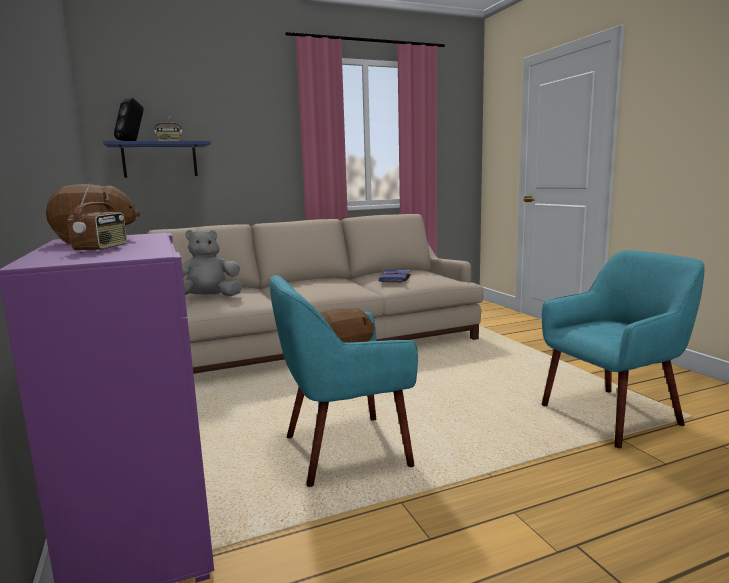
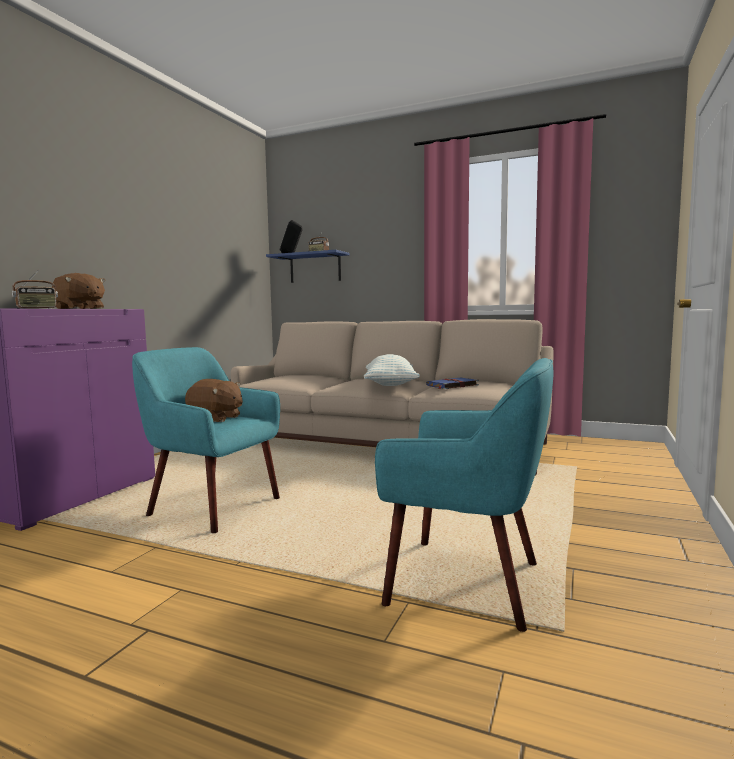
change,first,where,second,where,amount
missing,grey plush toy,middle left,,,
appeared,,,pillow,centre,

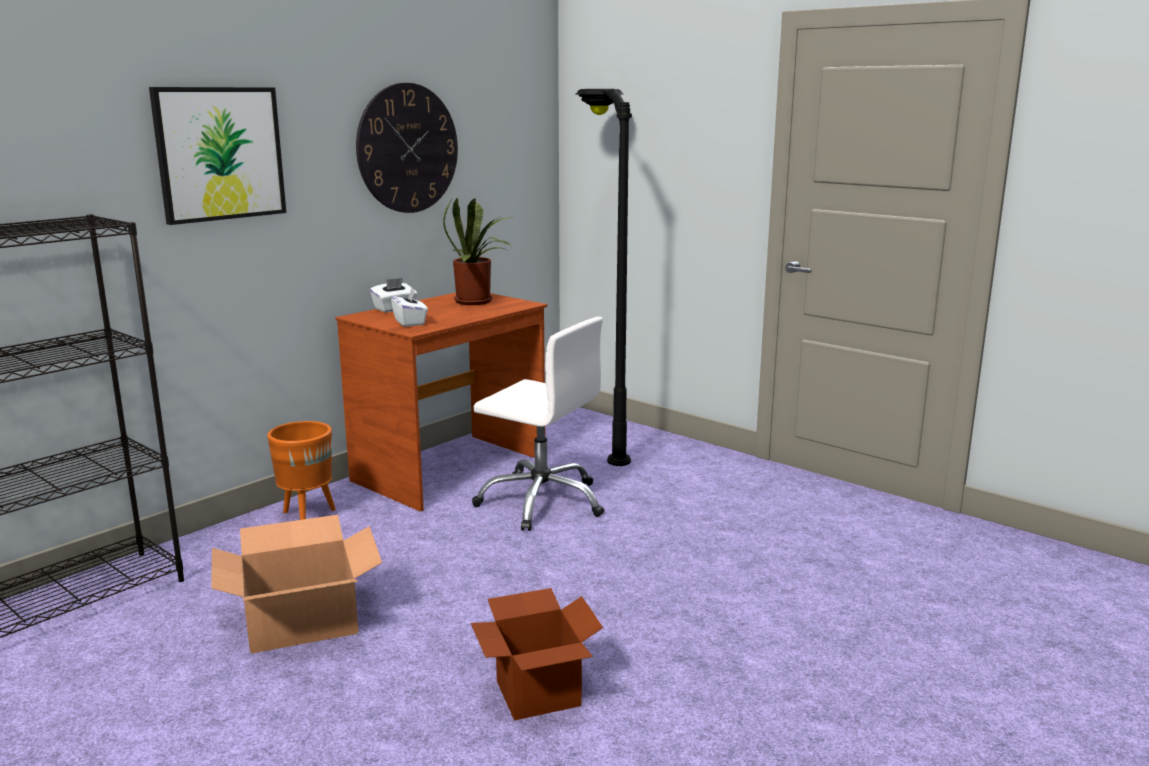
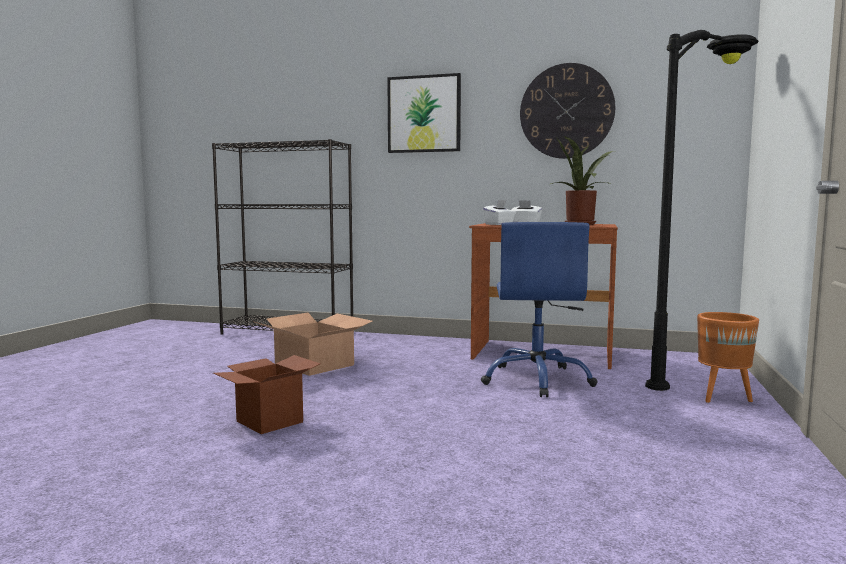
change,first,where,second,where,amount
relocated,orange planter,middle left,,middle right,
colour,white office chair,centre,blue office chair,centre,

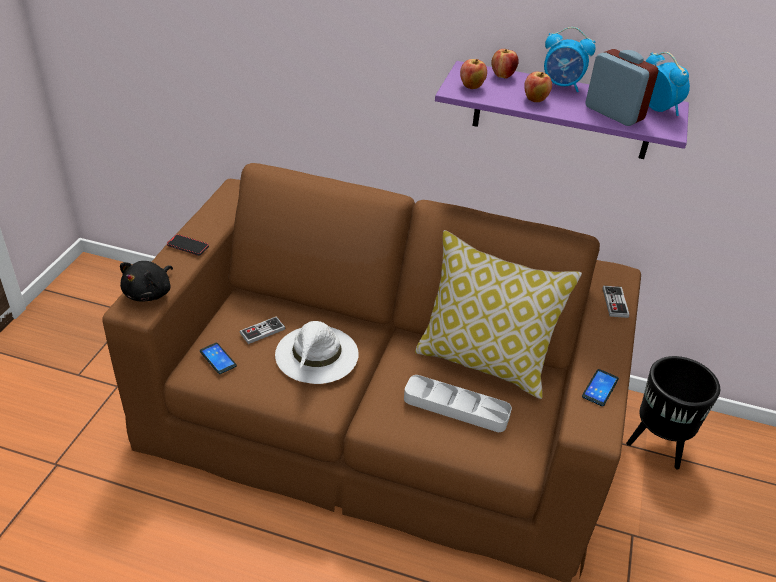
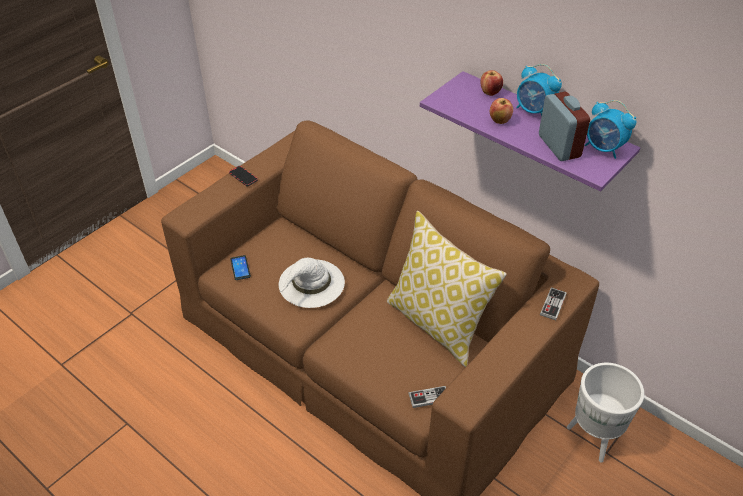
change,first,where,second,where,amount
missing,black plush toy,middle left,,,
missing,grey tray,bottom centre,,,
missing,apple (no. 1 from left),top centre,,,
missing,phone (no. 3 from left),middle right,,,
relocated,game controller (no. 1 from left),centre,,bottom centre,
colour,black planter,bottom right,white planter,bottom right,
spun,alarm clock (no. 3 from left),top right,,top right,135 degrees clockwise

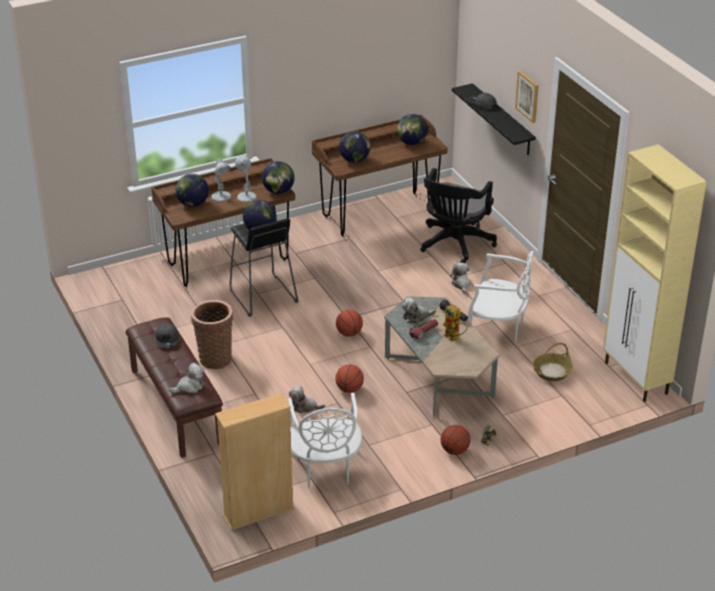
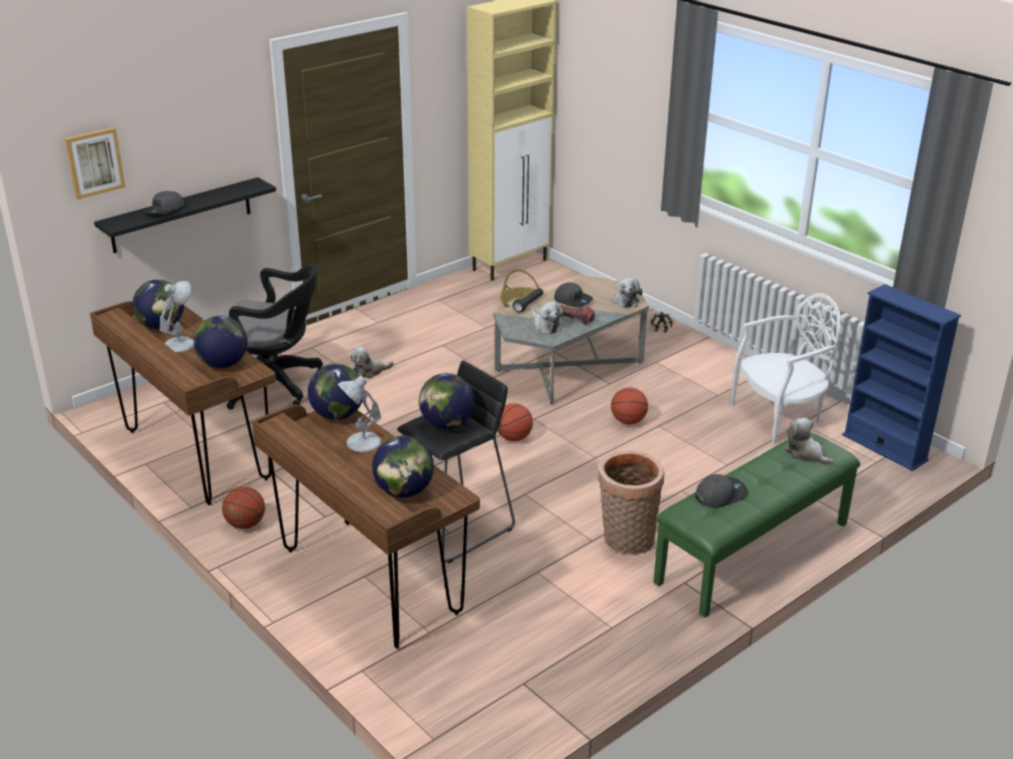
change,first,where,second,where,amount
missing,white chair (no. 2 from left),middle right,,,
relocated,white table lamp (no. 1 from left),top left,,middle left,
relocated,plush toy (no. 2 from left in the first image),bottom centre,plush toy (no. 3 from left),centre,
relocated,basketball (no. 3 from left in the first image),bottom centre,basketball (no. 1 from left),bottom left,
relocated,picture,top right,,top left,
exchanged,toy robot (no. 1 from left),centre,grey cap (no. 2 from left),centre,
colour,brown bench,middle left,green bench,bottom right,
colour,beige bookcase,bottom centre,blue bookcase,middle right,

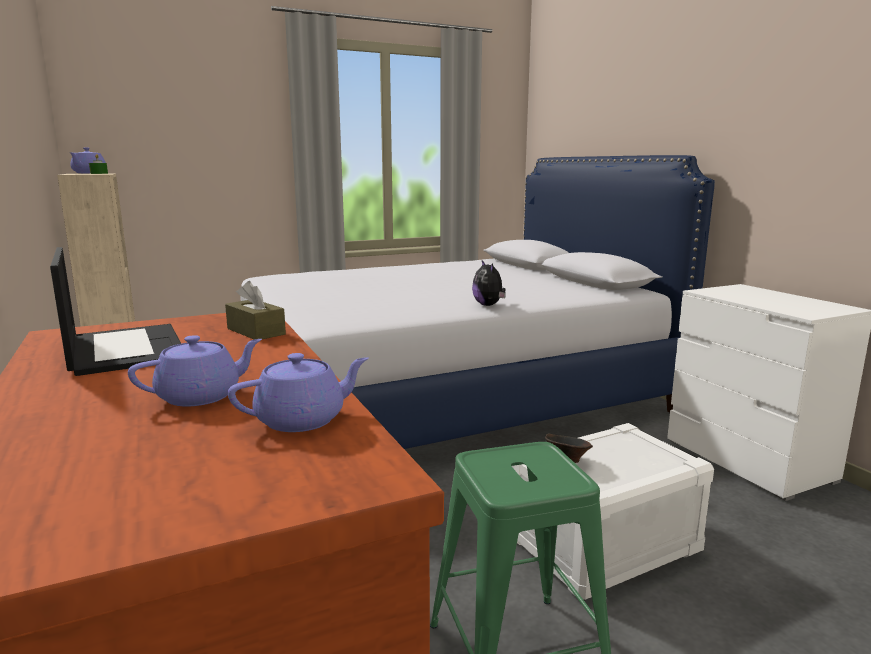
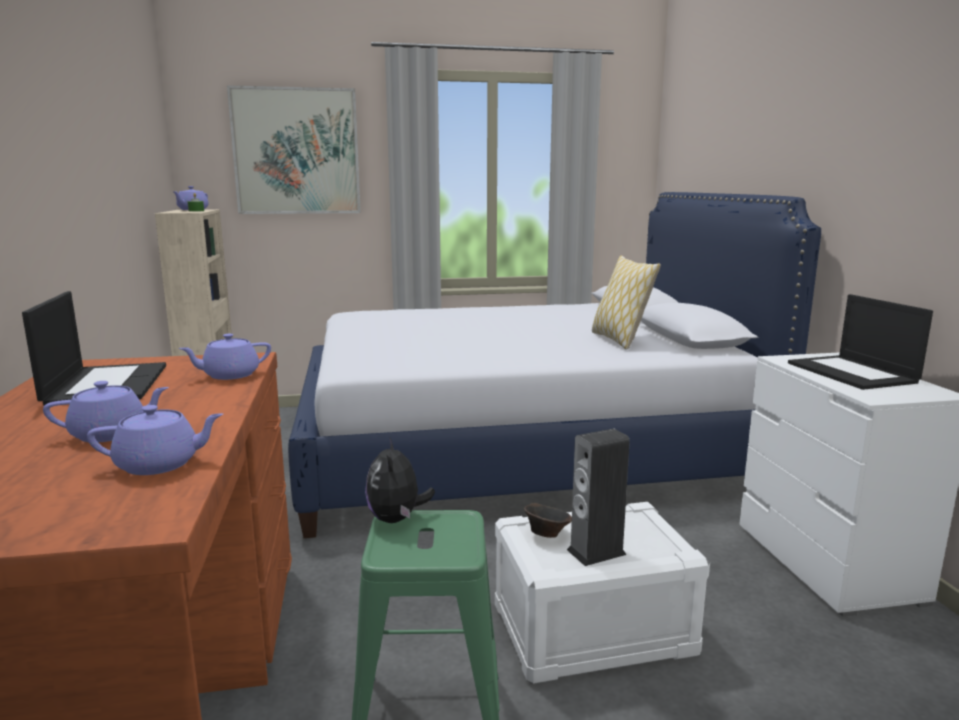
change,first,where,second,where,amount
appeared,,,picture,top left,
appeared,,,speaker,bottom centre,
appeared,,,pillow,centre,
appeared,,,laptop (no. 2 from left),middle right,
relocated,plush toy,centre,,bottom centre,
exchanged,brown tissue box,middle left,purple teapot (no. 4 from left),middle left,

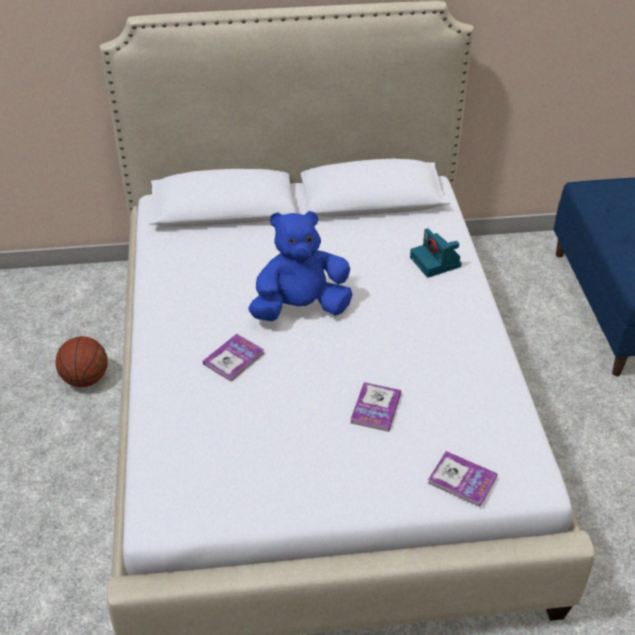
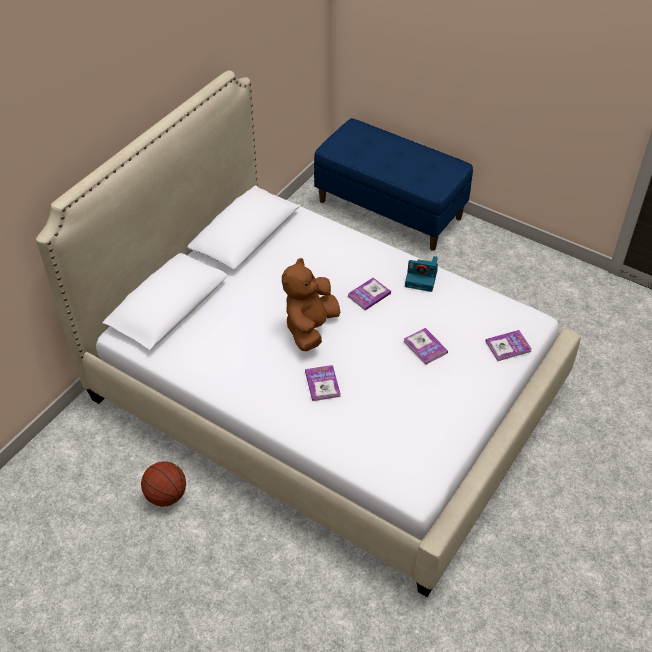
change,first,where,second,where,amount
appeared,,,book (no. 2 from left),centre,
relocated,photo camera,middle right,,centre,
colour,blue plush toy,centre,brown plush toy,centre,

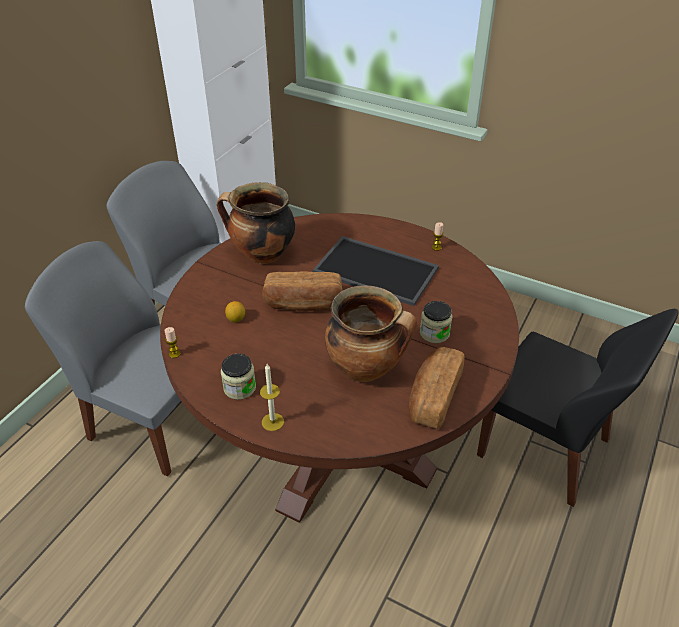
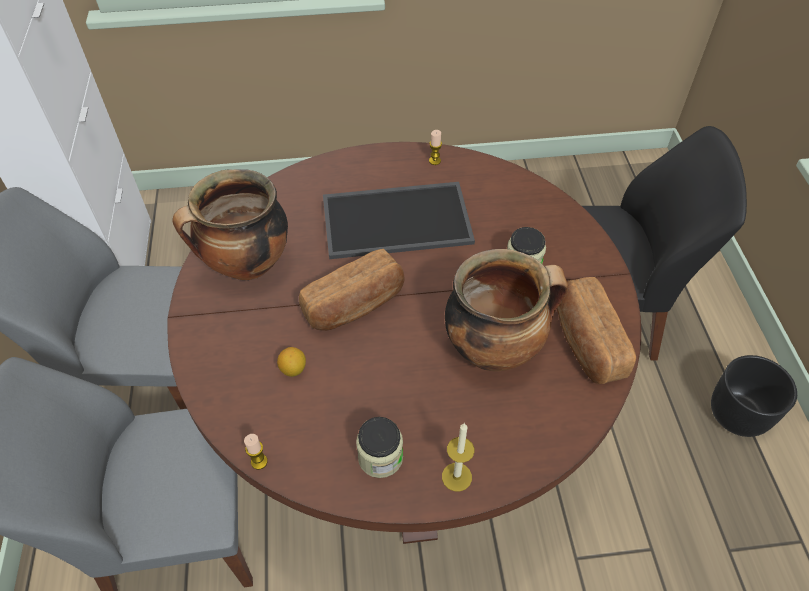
change,first,where,second,where,amount
appeared,,,black planter,bottom right,

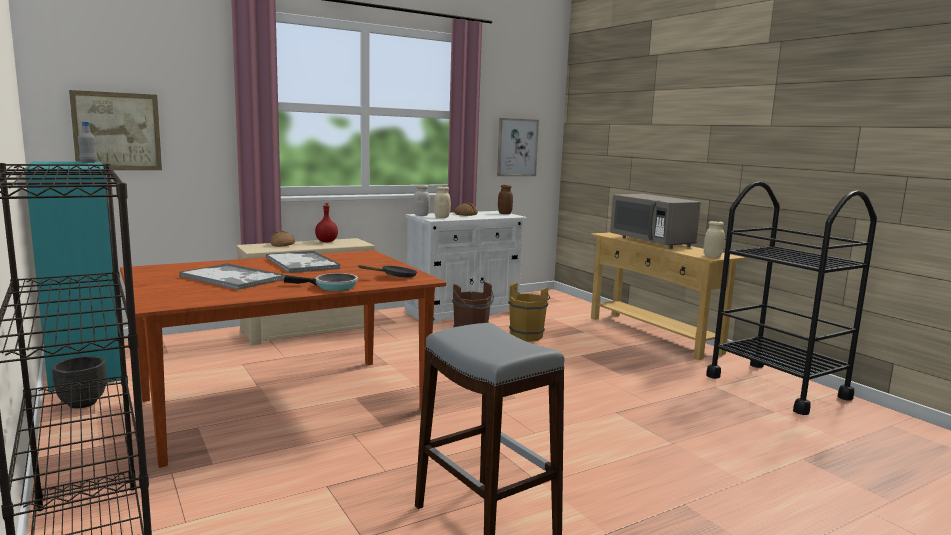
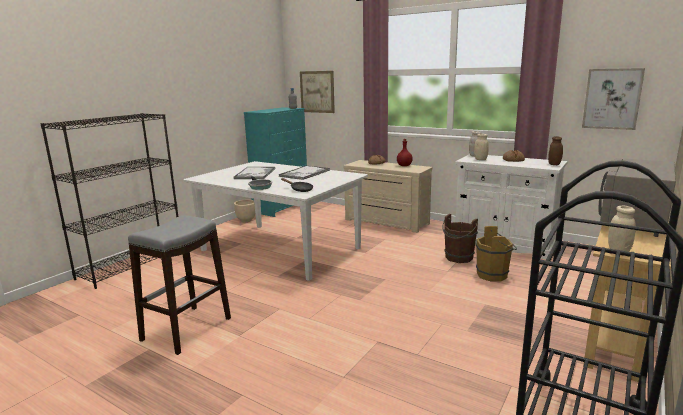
change,first,where,second,where,amount
colour,black planter,bottom left,beige planter,centre,
colour,brown dining table,bottom left,white dining table,centre,

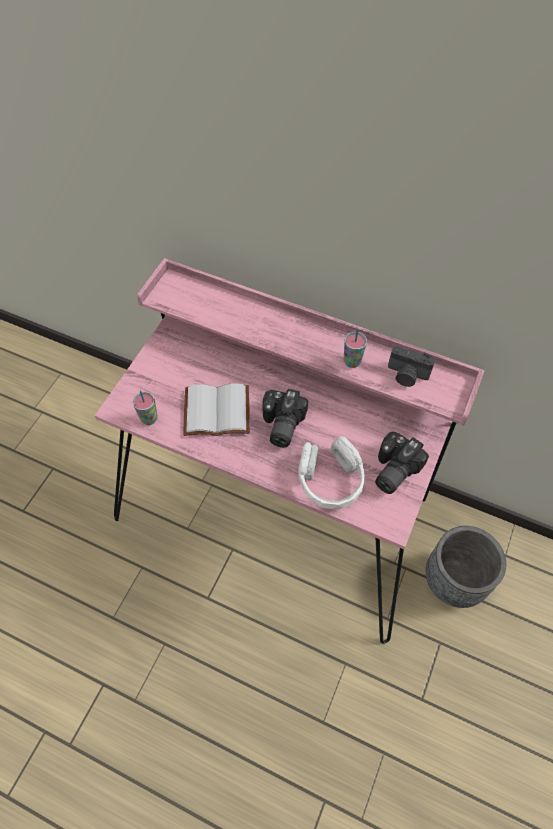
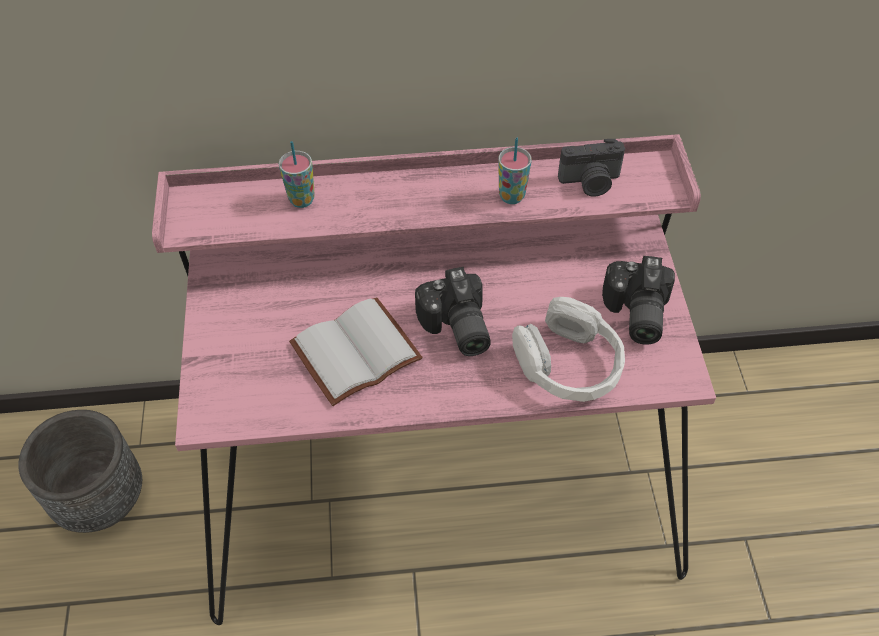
change,first,where,second,where,amount
relocated,cup (no. 1 from left),middle left,,top centre,
relocated,grey planter,bottom right,,bottom left,

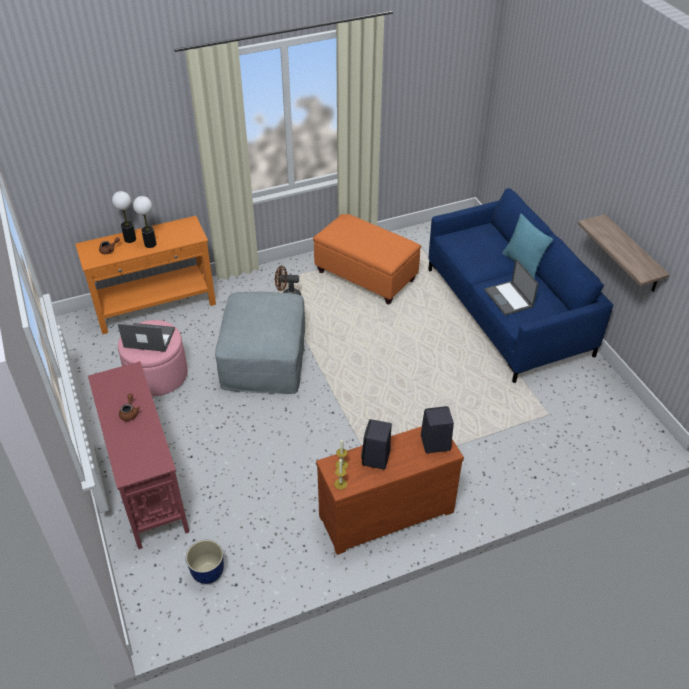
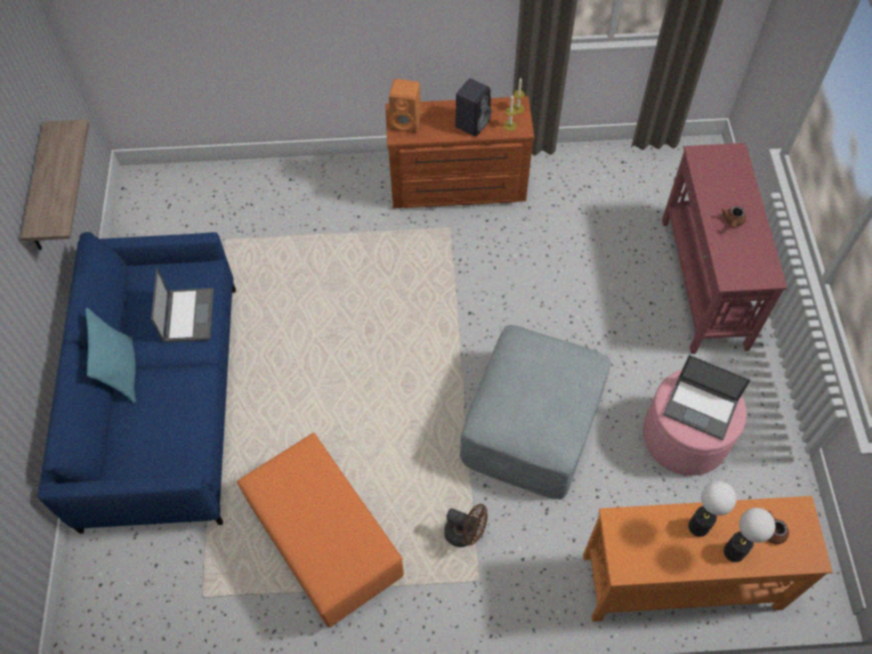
change,first,where,second,where,amount
missing,planter,bottom left,,,
colour,black speaker (no. 2 from left),centre,orange speaker,top centre,

